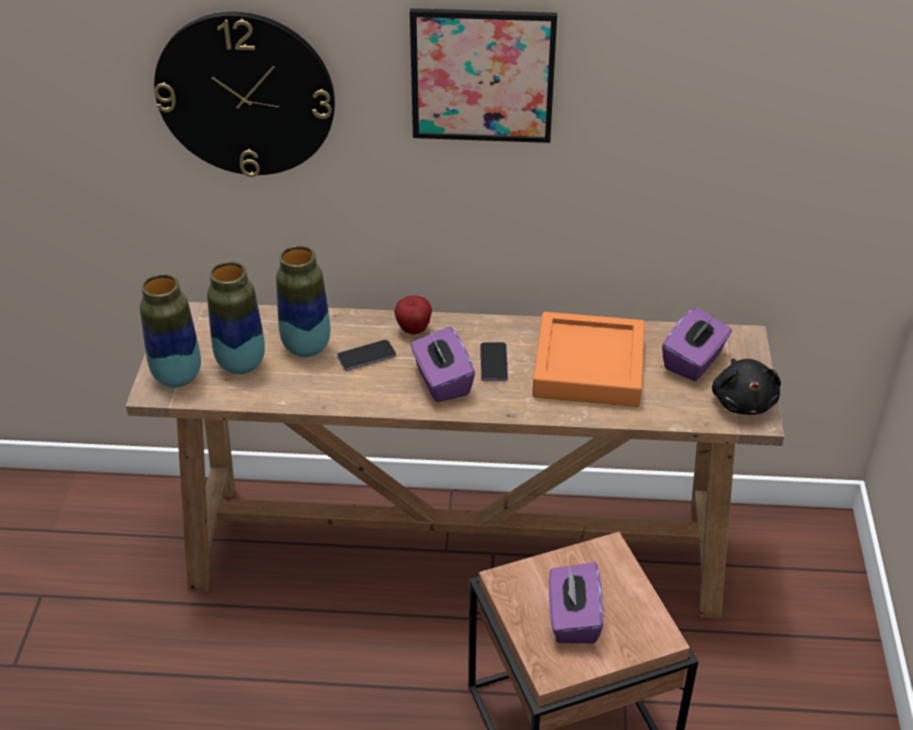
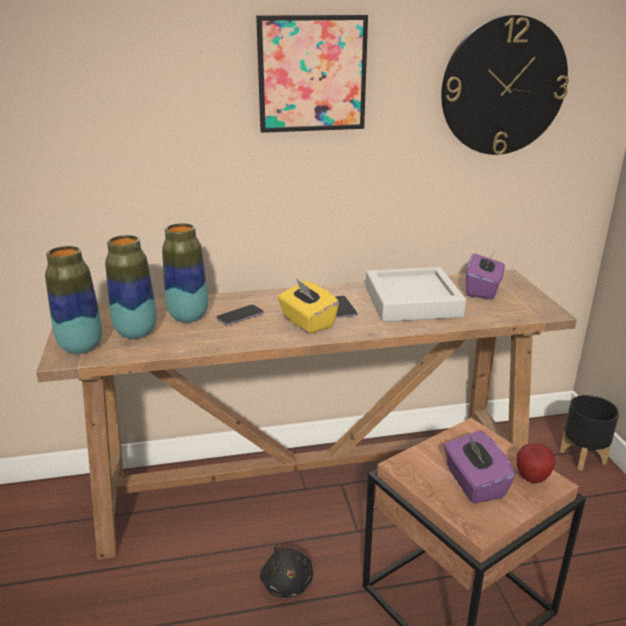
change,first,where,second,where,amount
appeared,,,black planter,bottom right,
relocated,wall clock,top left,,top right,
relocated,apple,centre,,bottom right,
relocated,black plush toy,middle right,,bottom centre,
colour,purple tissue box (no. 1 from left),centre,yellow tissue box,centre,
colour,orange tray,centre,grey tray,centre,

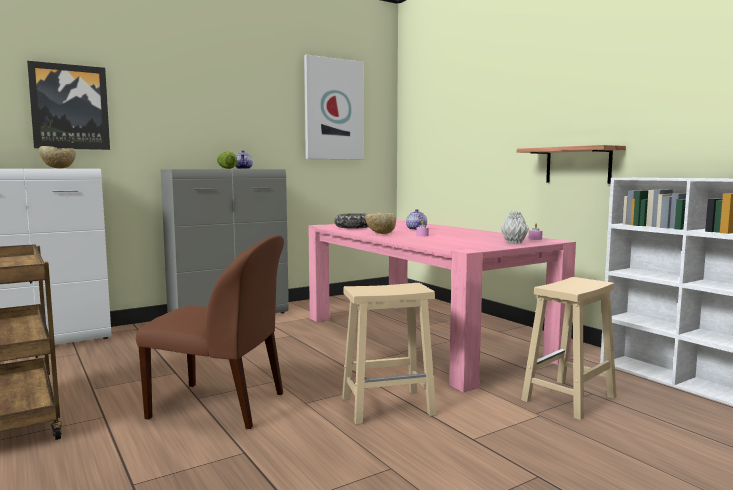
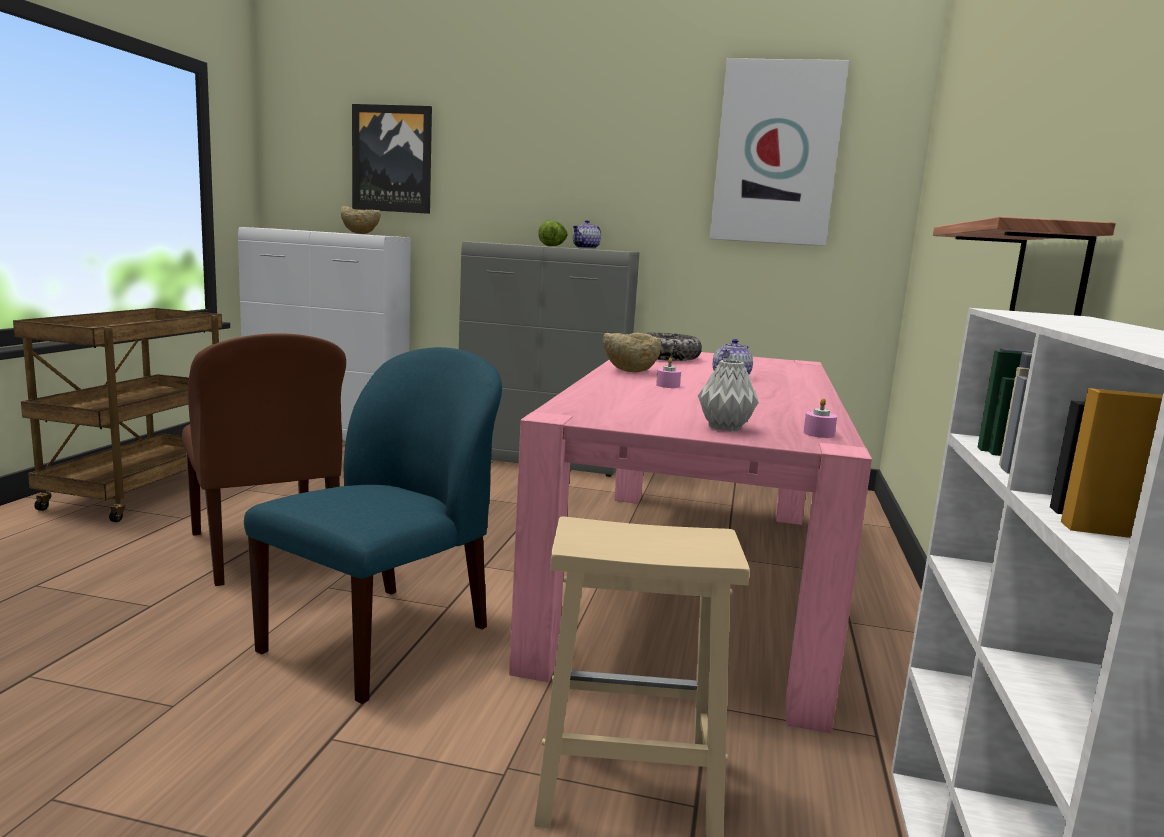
change,first,where,second,where,amount
exchanged,beige stool (no. 1 from left),bottom centre,blue chair,middle left,

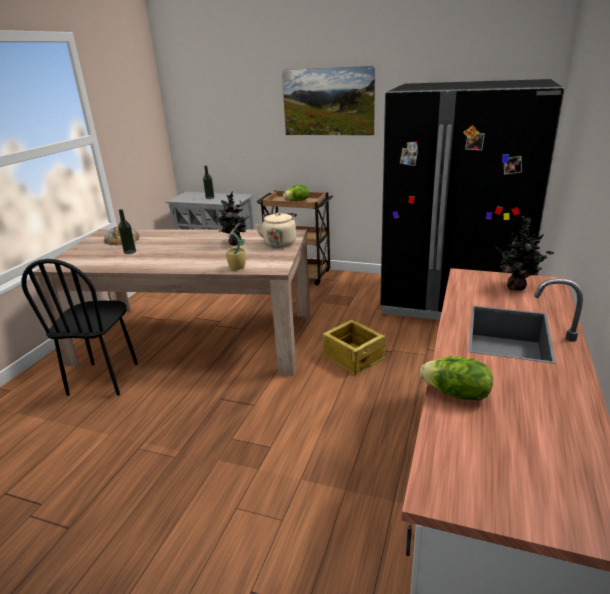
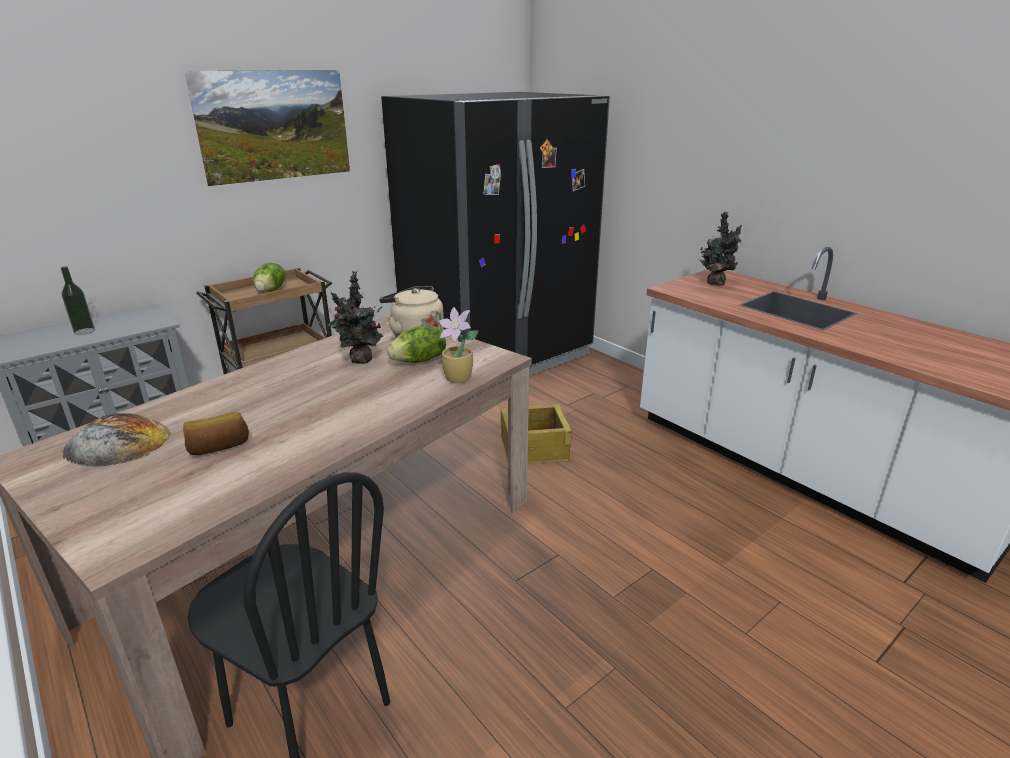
change,first,where,second,where,amount
relocated,lettuce (no. 2 from left),middle right,,centre,
exchanged,bottle (no. 1 from left),middle left,bread (no. 2 from left),middle left,

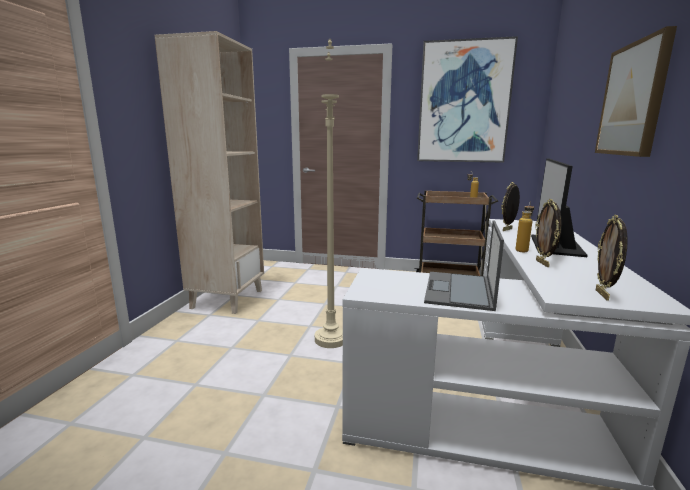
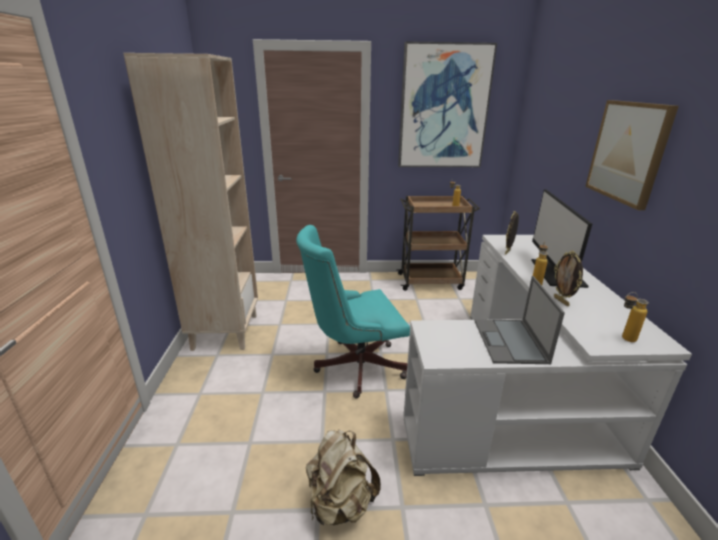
change,first,where,second,where,amount
appeared,,,beige backpack,bottom centre,
exchanged,beige floor lamp,centre,turquoise office chair,centre,
exchanged,picture frame (no. 3 from left),middle right,bottle (no. 3 from left),middle right,

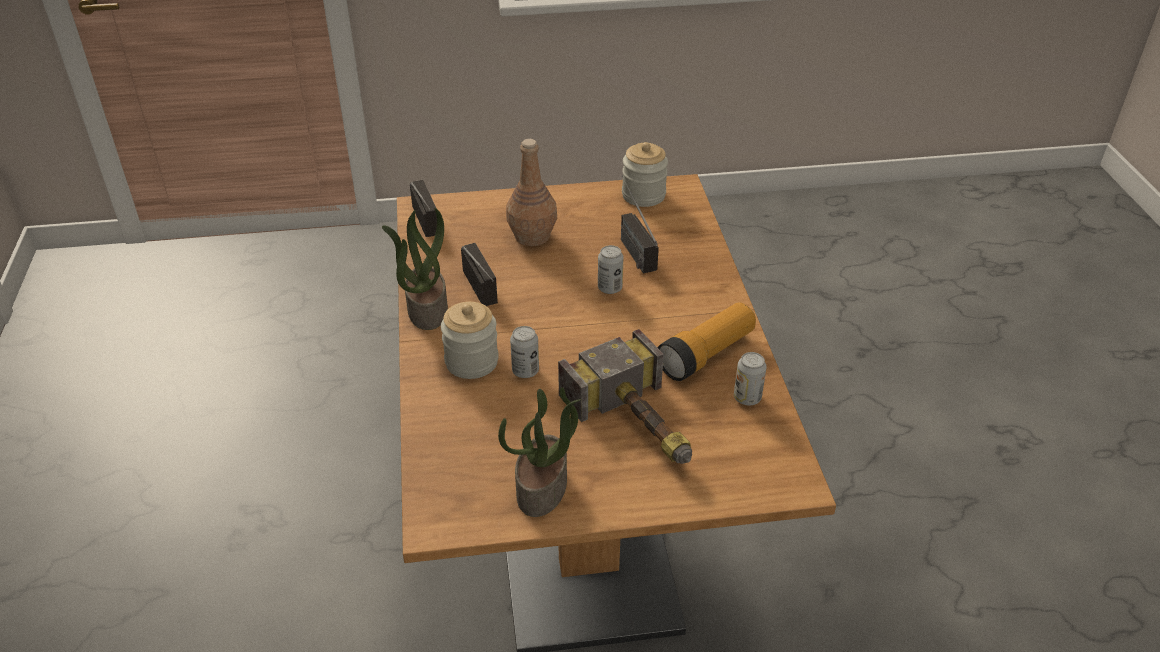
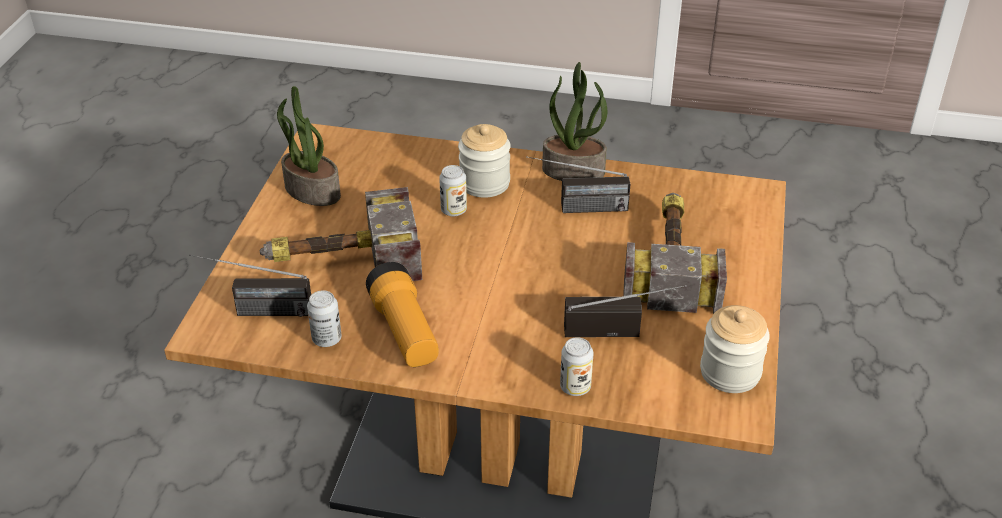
change,first,where,second,where,amount
relocated,radio (no. 1 from left),top centre,,middle left,
relocated,can (no. 2 from left in the first image),centre,can (no. 3 from left),bottom centre,
exchanged,brown bottle,top centre,hammer (no. 2 from left),middle right,

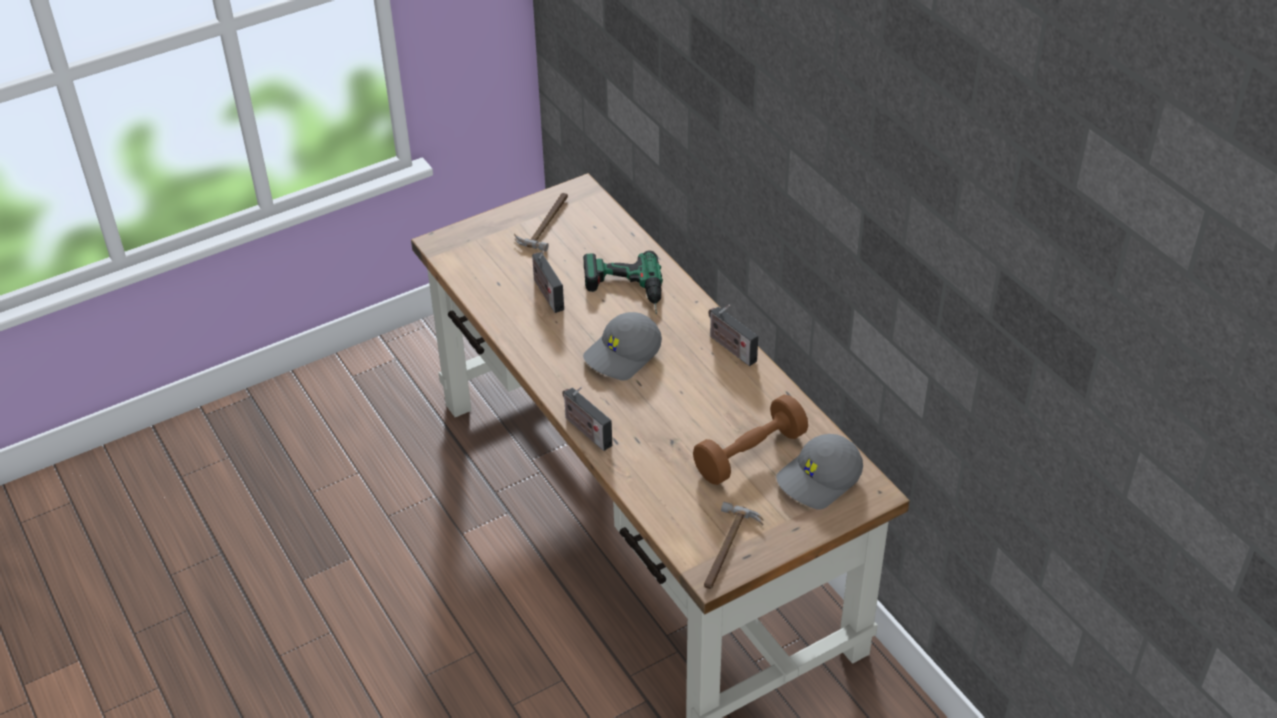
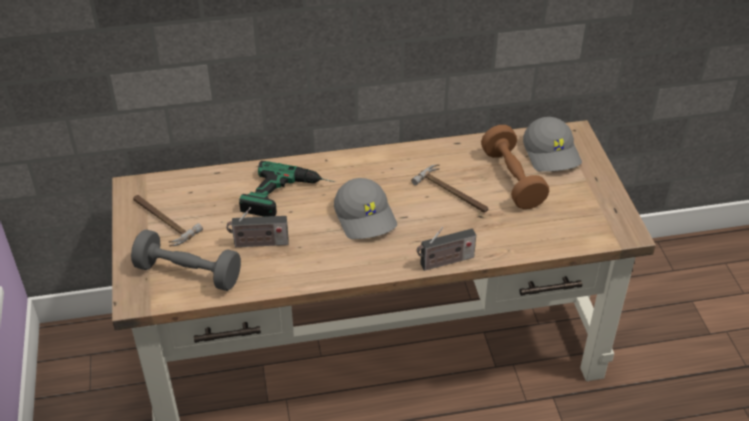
change,first,where,second,where,amount
missing,radio (no. 3 from left),centre,,,
appeared,,,grey dumbbell,middle left,
relocated,hammer (no. 2 from left),bottom centre,,centre,

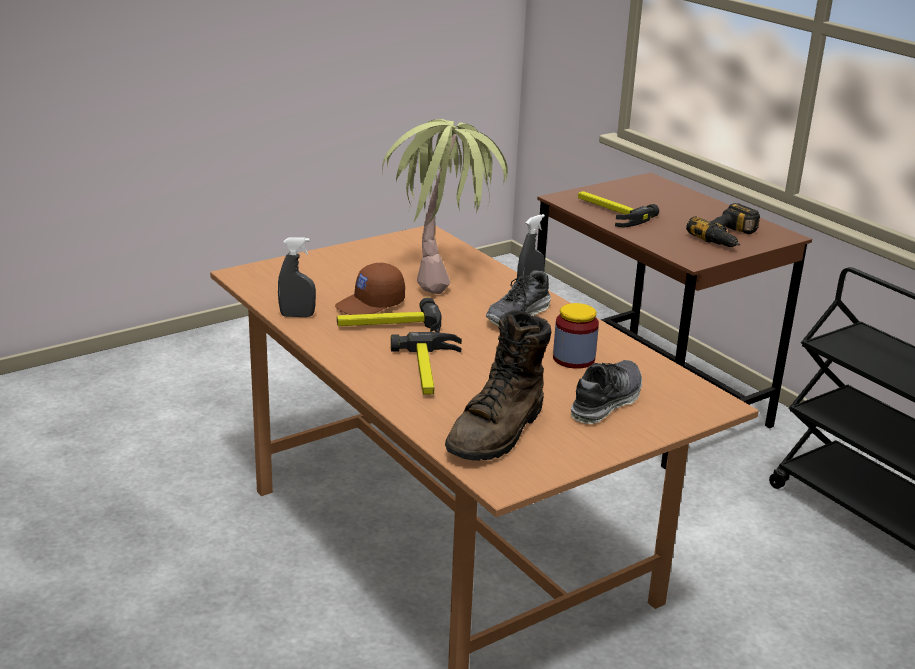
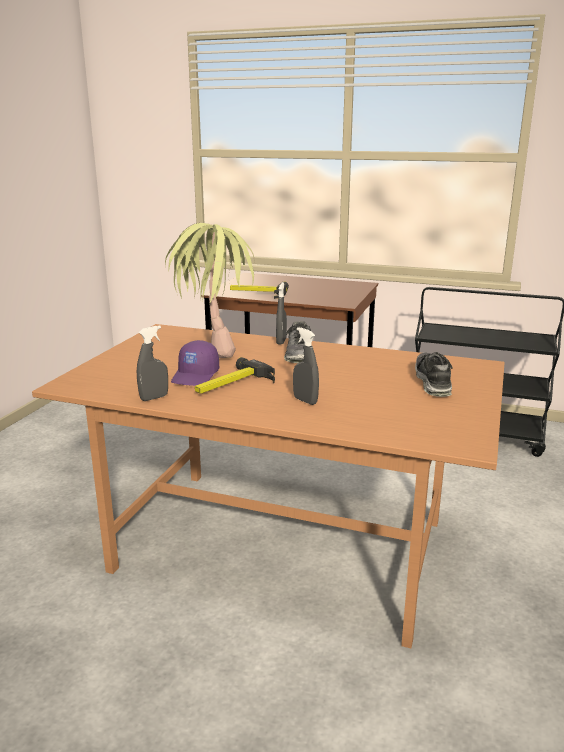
change,first,where,second,where,amount
missing,brown boot,centre,,,
missing,jar,centre,,,
missing,power drill,middle right,,,
exchanged,hammer (no. 2 from left),centre,grey spray bottle (no. 3 from left),centre,
colour,brown cap,centre,purple cap,centre,

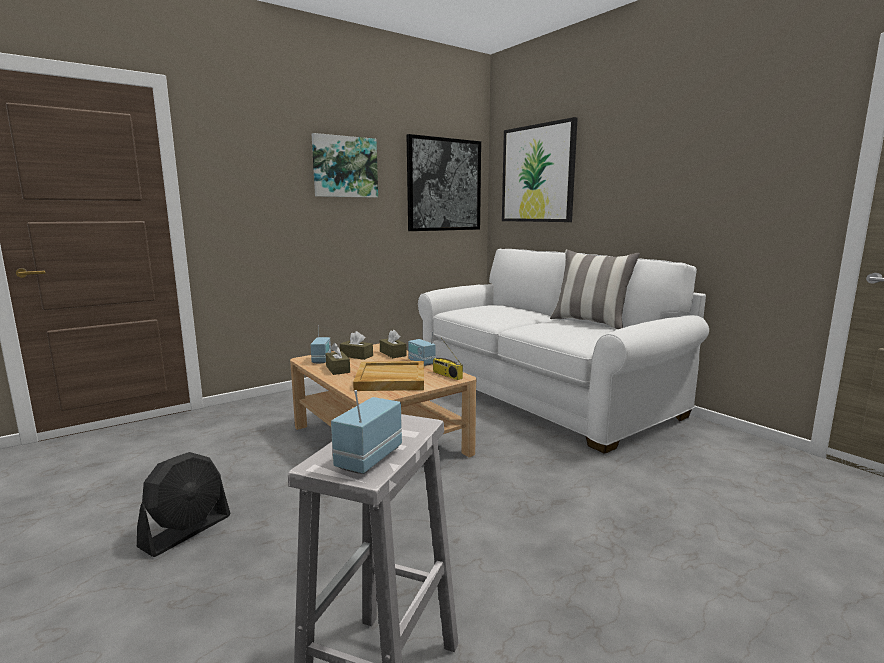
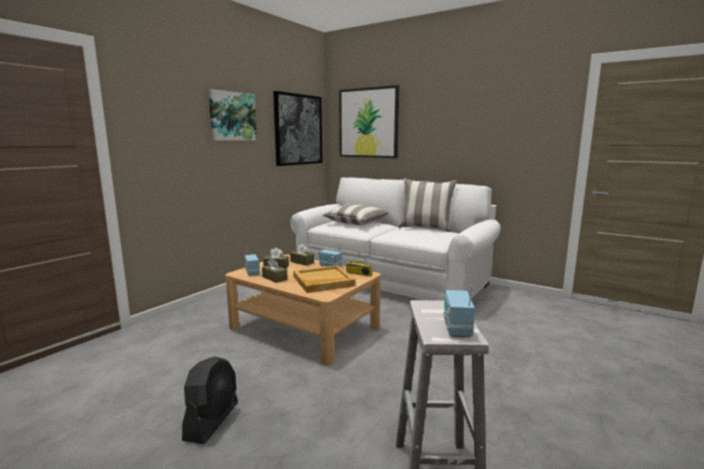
change,first,where,second,where,amount
appeared,,,pillow (no. 1 from left),centre,

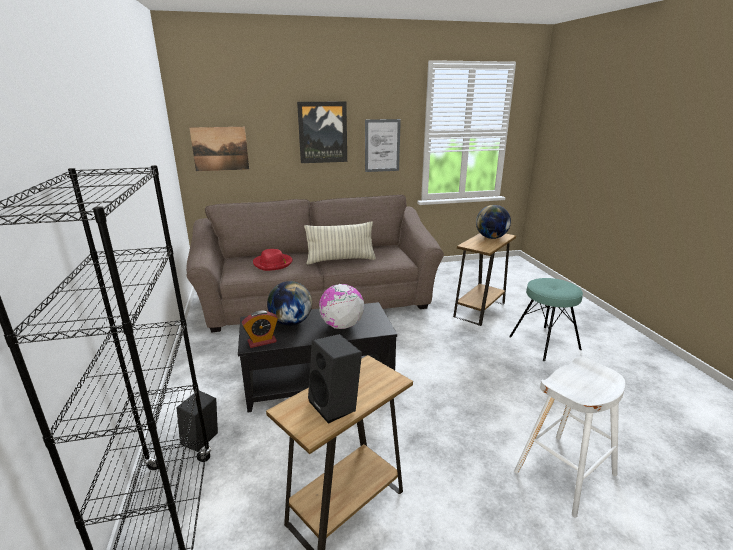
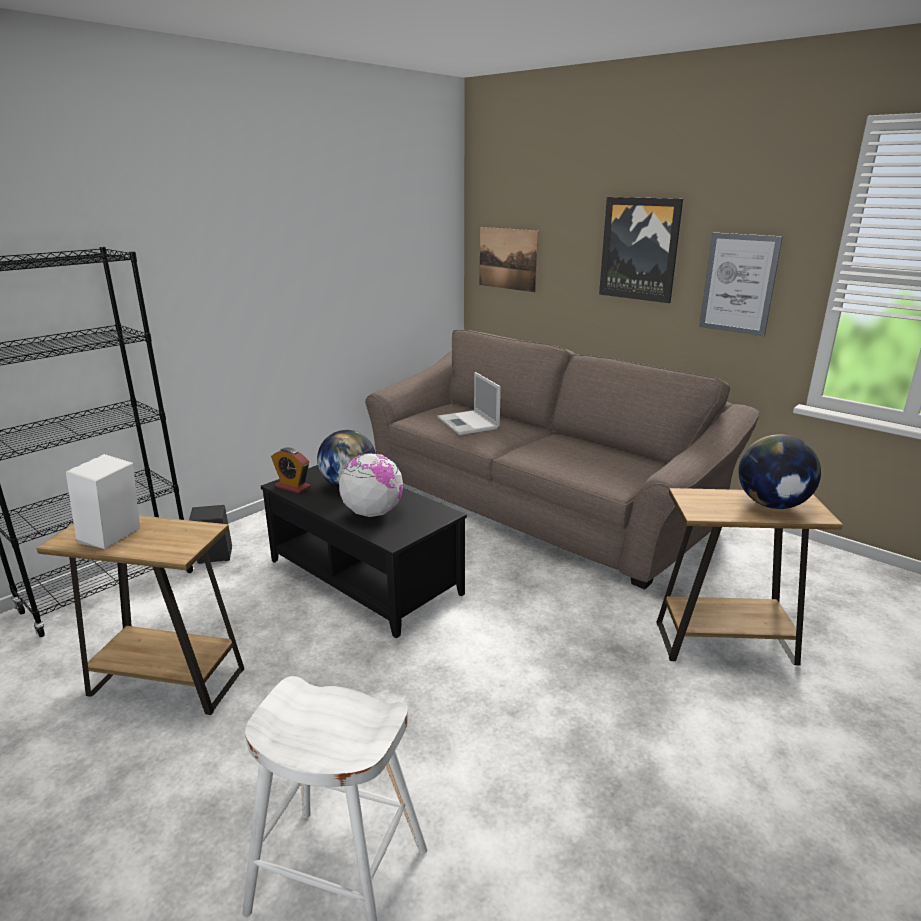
change,first,where,second,where,amount
missing,pillow,centre,,,
missing,turquoise stool,middle right,,,
exchanged,red hat,centre,laptop,centre,
colour,black speaker (no. 2 from left),bottom centre,white speaker,middle left,

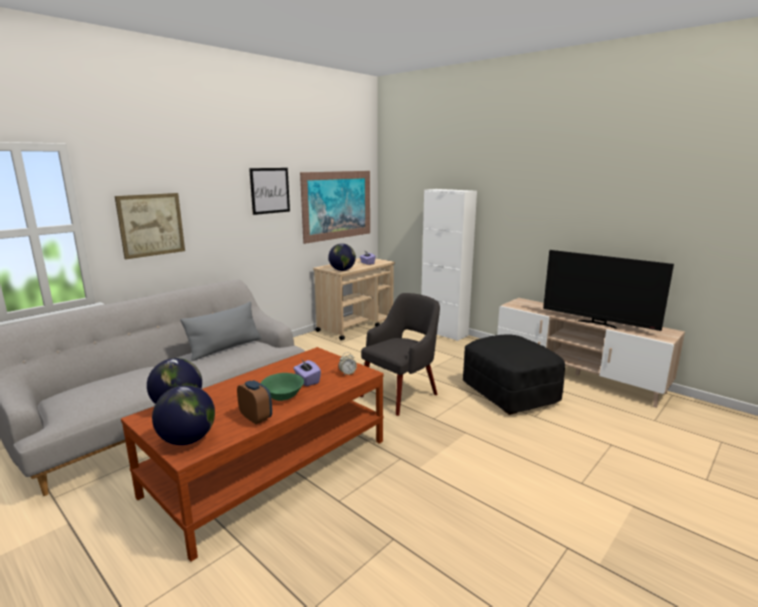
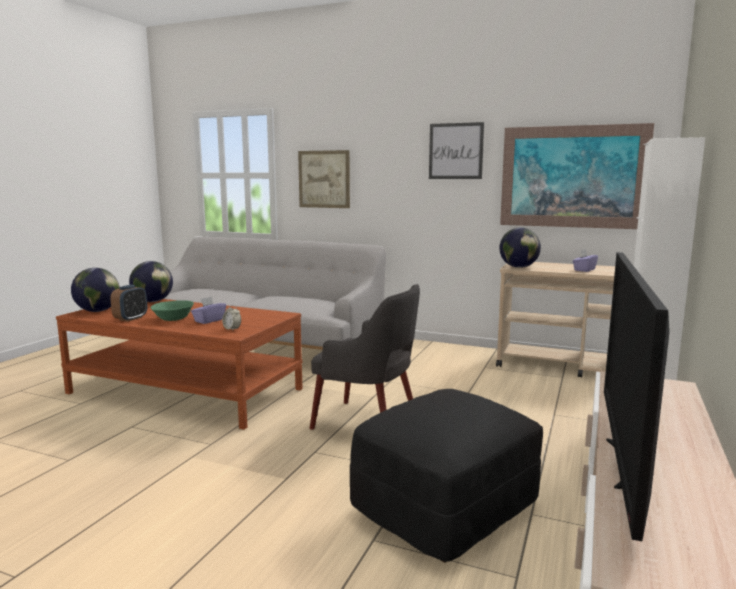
change,first,where,second,where,amount
missing,grey pillow,middle left,,,

